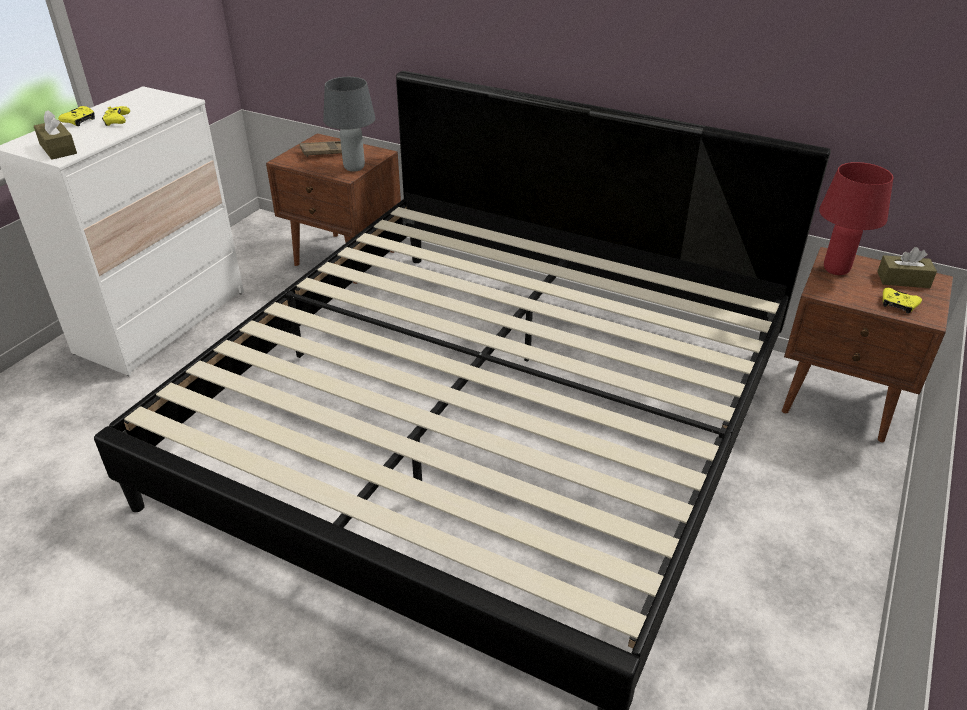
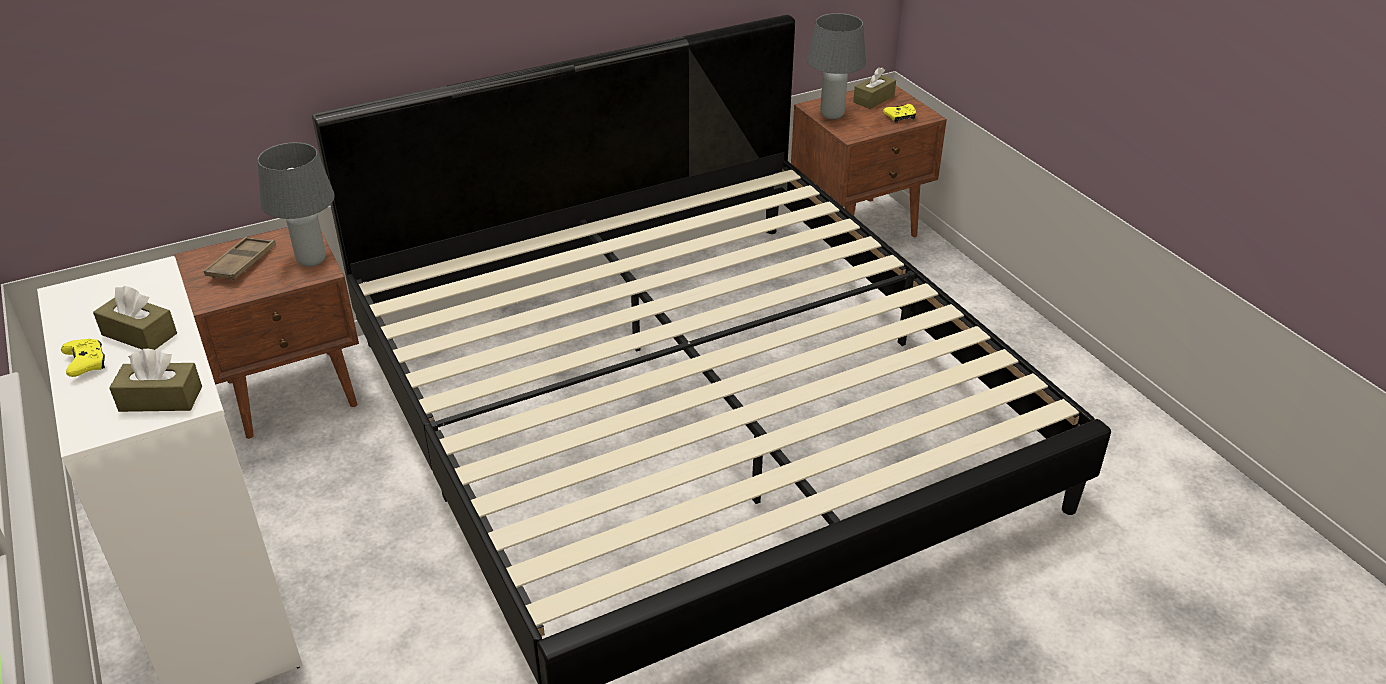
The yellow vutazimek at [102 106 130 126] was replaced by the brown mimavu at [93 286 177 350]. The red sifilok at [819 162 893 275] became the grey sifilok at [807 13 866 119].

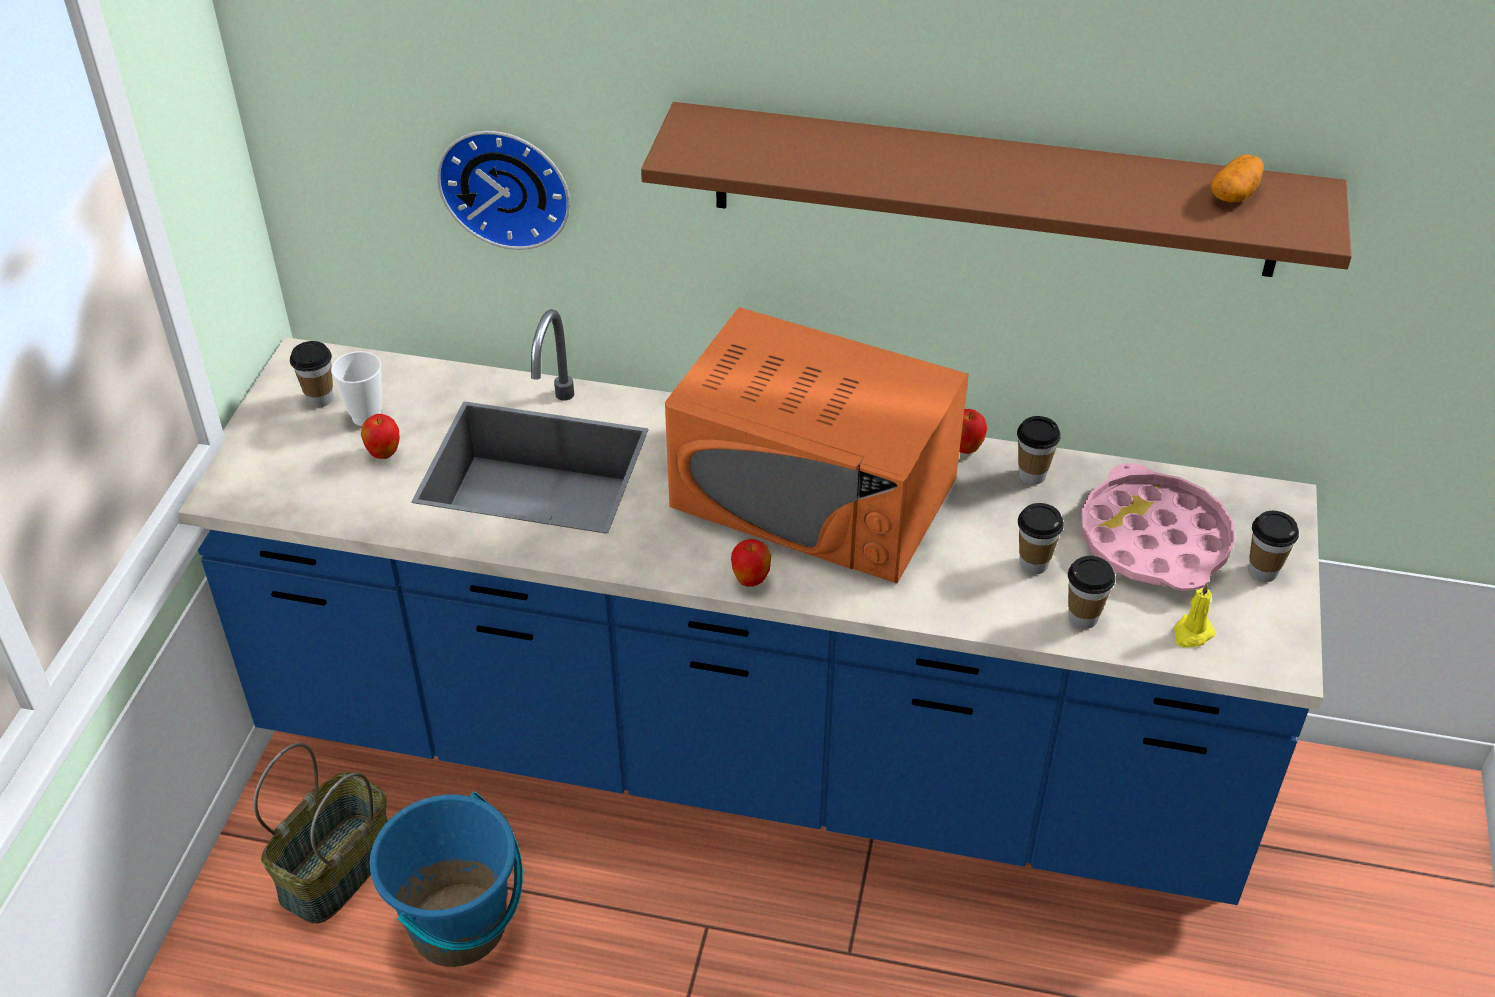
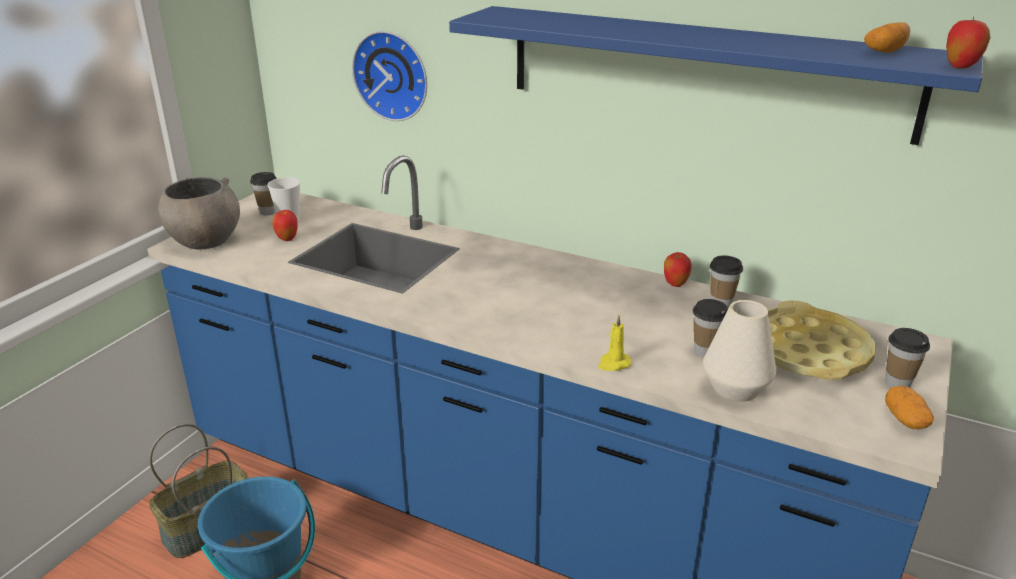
The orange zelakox at [665 307 969 583] disappeared. The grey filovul at [158 177 240 250] appeared. The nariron at [885 386 934 429] appeared. The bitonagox moved from [731 539 771 587] to [946 17 990 68]. The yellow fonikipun moved from [1174 582 1215 647] to [598 315 632 371]. The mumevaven at [1068 556 1115 629] was replaced by the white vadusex at [703 300 776 402]. The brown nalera at [641 102 1352 277] became the blue nalera at [449 6 984 145]. The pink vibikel at [1081 463 1235 591] became the yellow vibikel at [768 301 876 380].

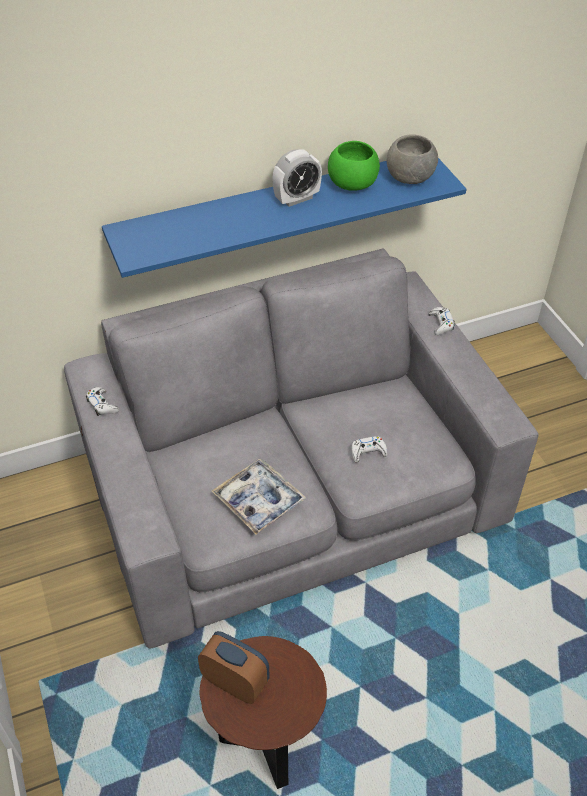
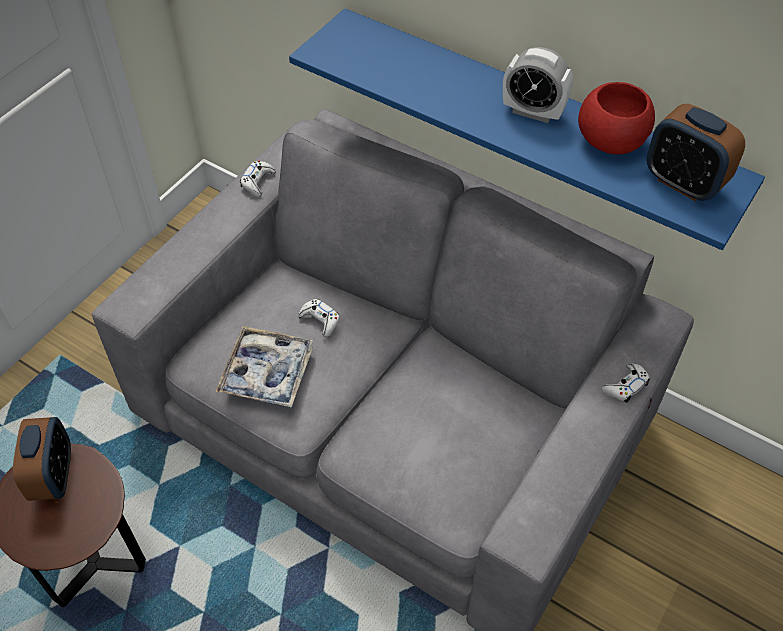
The white vutazimek moved from [352 436 387 463] to [298 299 339 337]. The grey filovul at [387 134 438 184] was replaced by the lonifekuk at [647 104 745 201]. The green filovul at [328 141 380 191] became the red filovul at [578 82 655 155].

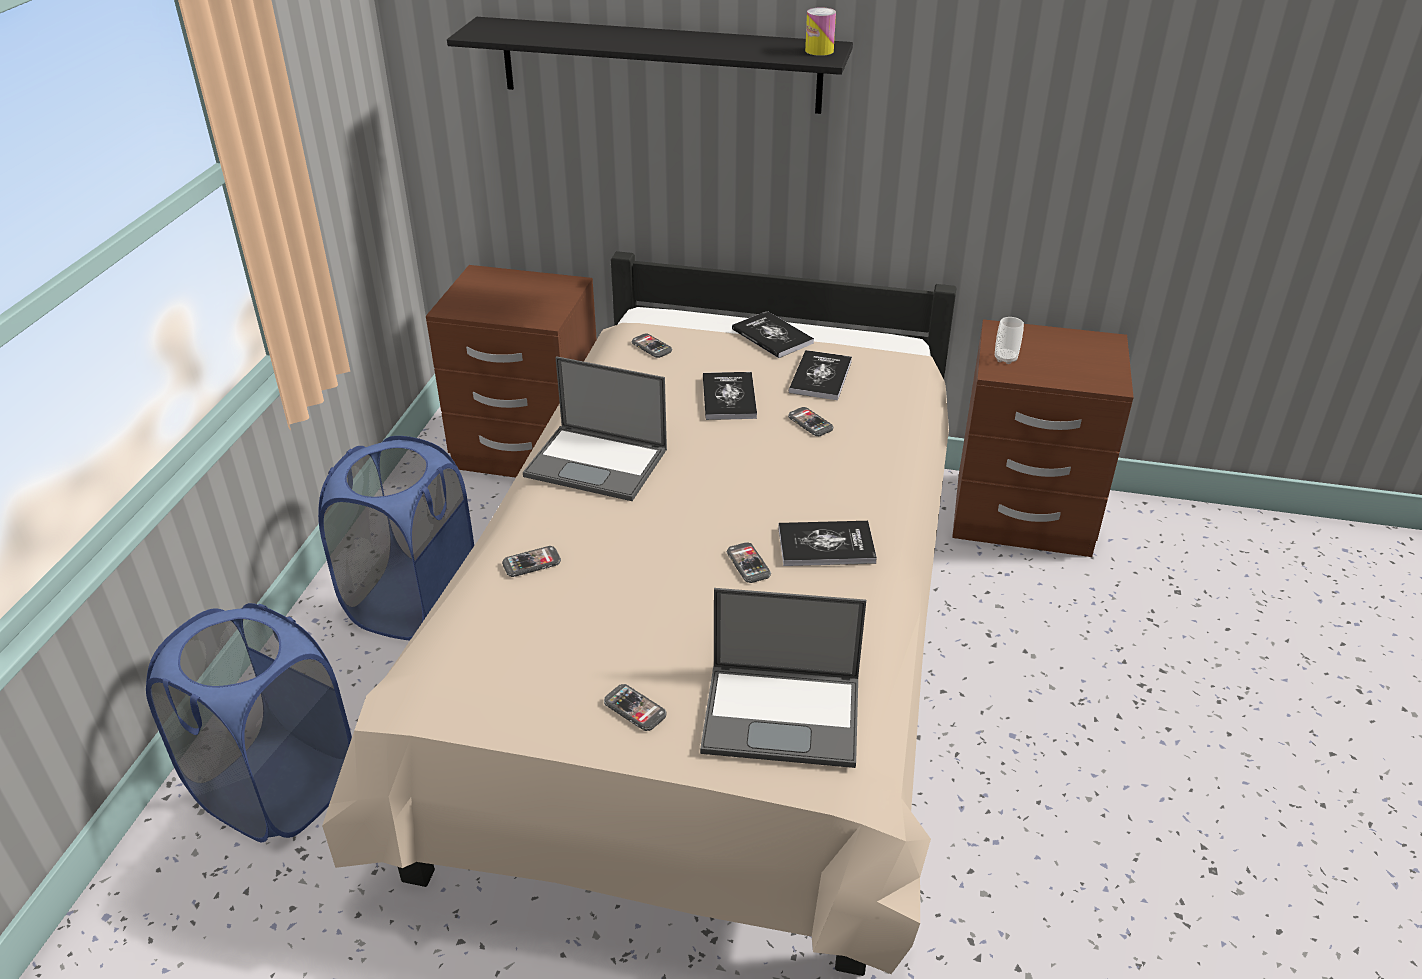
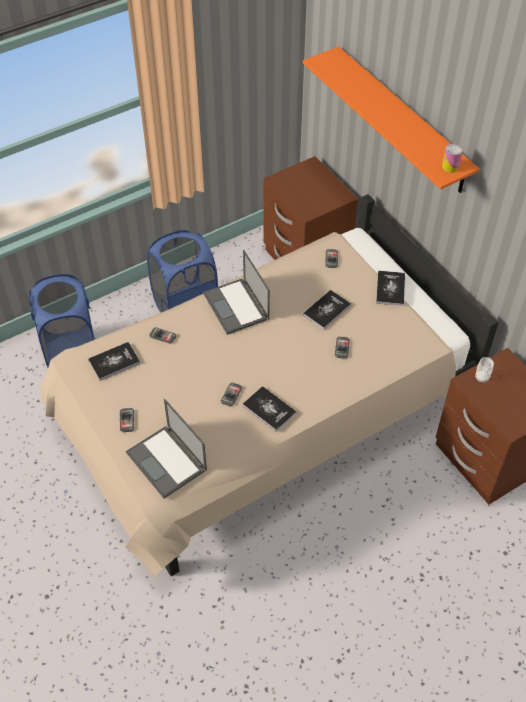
The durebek moved from [789 350 852 400] to [88 342 140 381]. The black nalera at [447 17 853 114] became the orange nalera at [303 46 480 193].

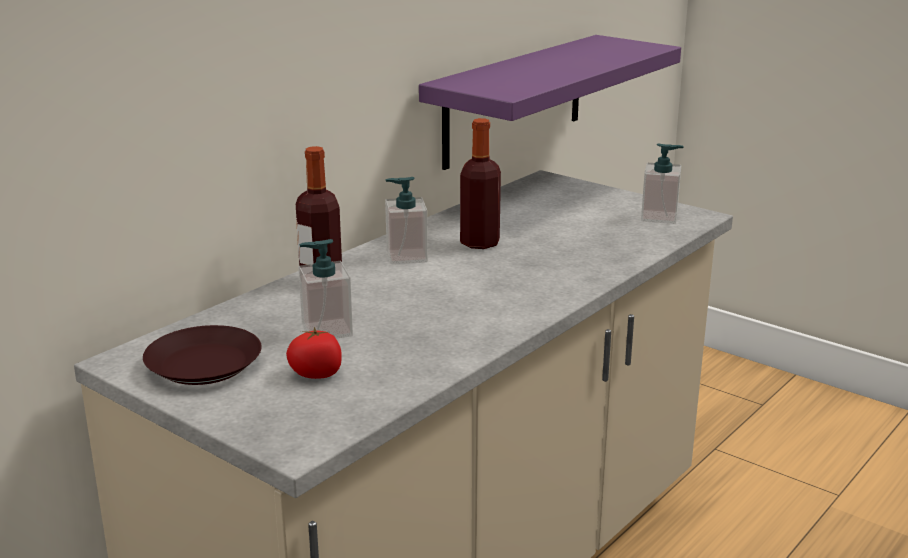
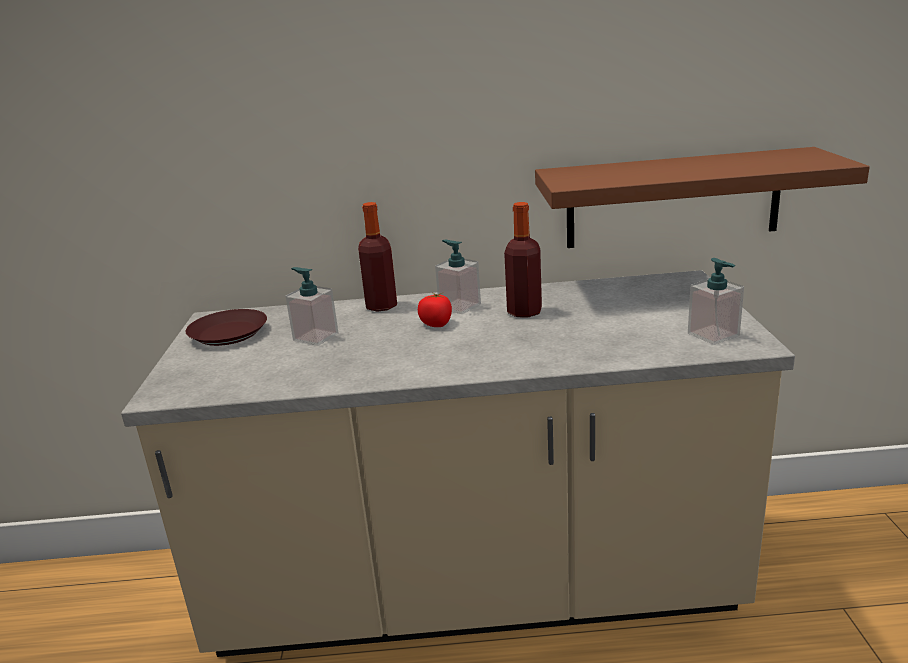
The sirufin moved from [286 327 342 379] to [418 293 452 327]. The purple nalera at [419 35 681 170] became the brown nalera at [535 147 870 248].

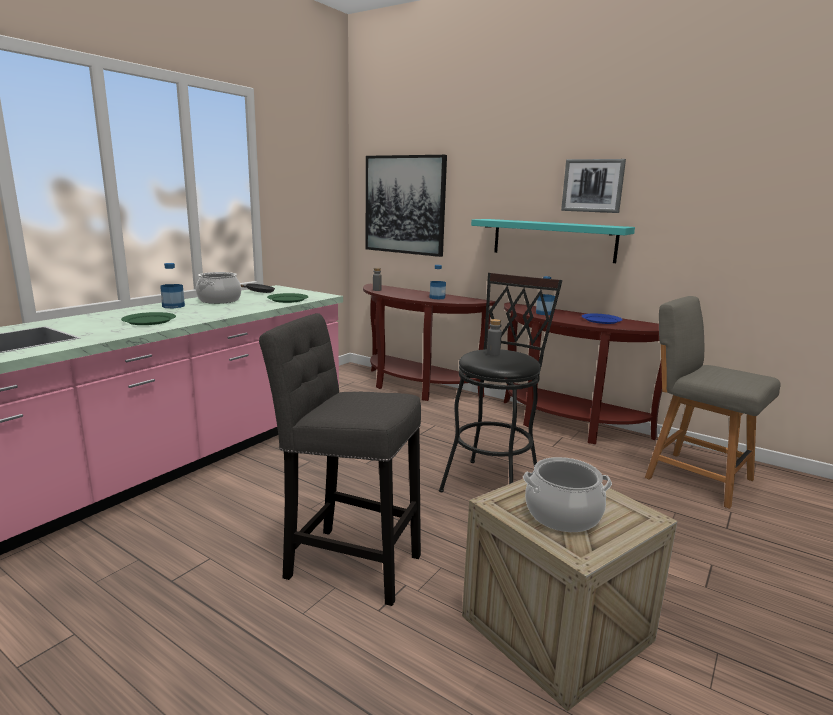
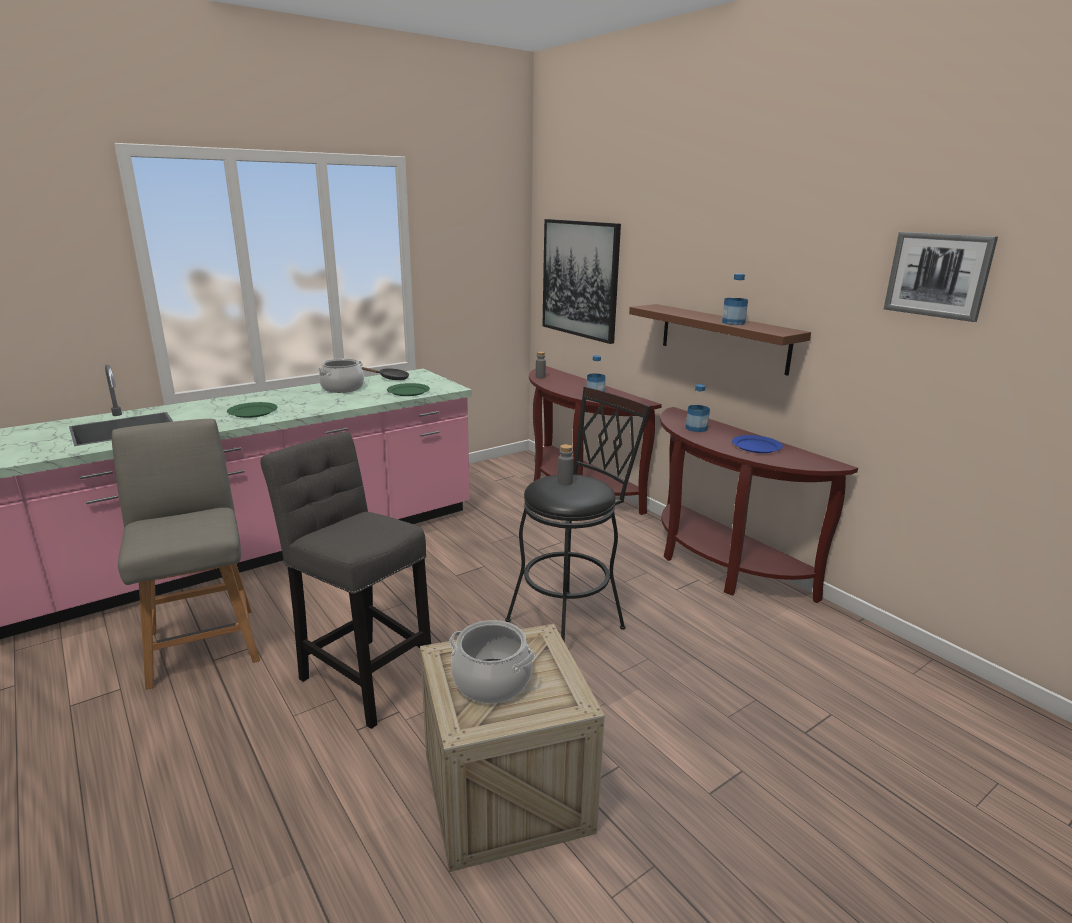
The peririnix moved from [160 263 185 308] to [722 274 748 325]. The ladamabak moved from [561 159 626 213] to [884 232 998 322]. The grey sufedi moved from [645 296 781 509] to [112 419 260 690]. The turquoise nalera at [471 219 635 263] became the brown nalera at [629 304 811 376].

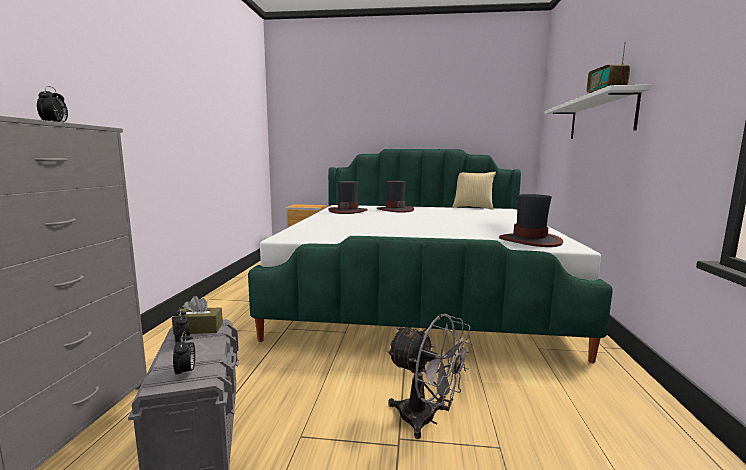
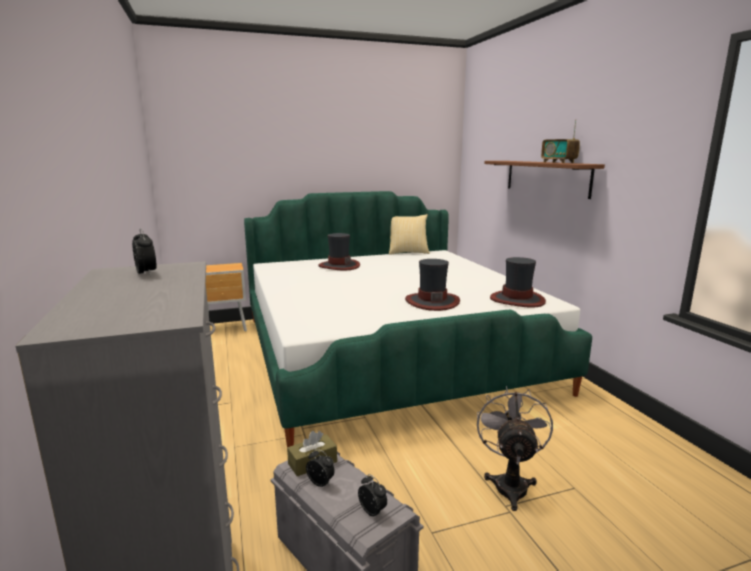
The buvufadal moved from [328 181 368 214] to [405 259 460 311]. The white nalera at [545 85 651 139] became the brown nalera at [484 161 605 199]. The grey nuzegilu at [386 314 472 439] turned 90 degrees counterclockwise.

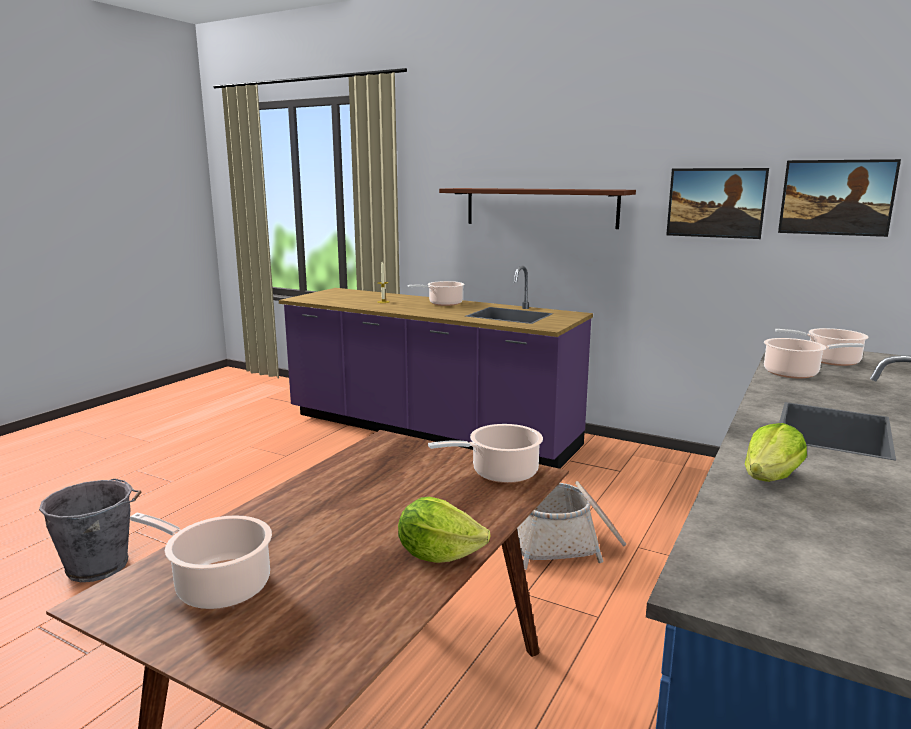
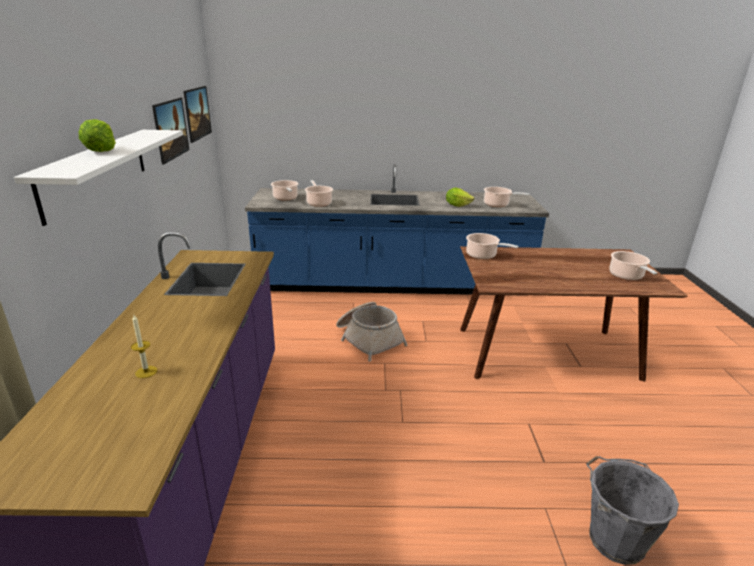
The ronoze moved from [398 497 491 563] to [79 119 116 152]. The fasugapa moved from [407 281 464 306] to [484 187 529 207]. The brown nalera at [439 188 636 229] became the white nalera at [14 130 183 226].

